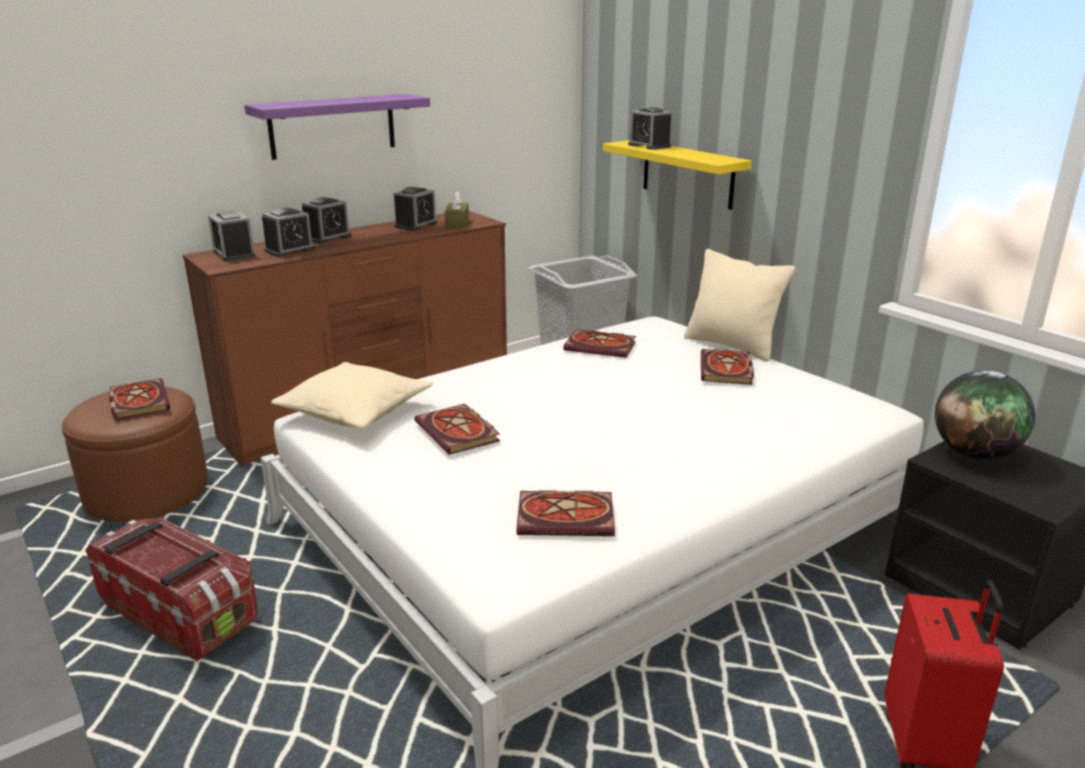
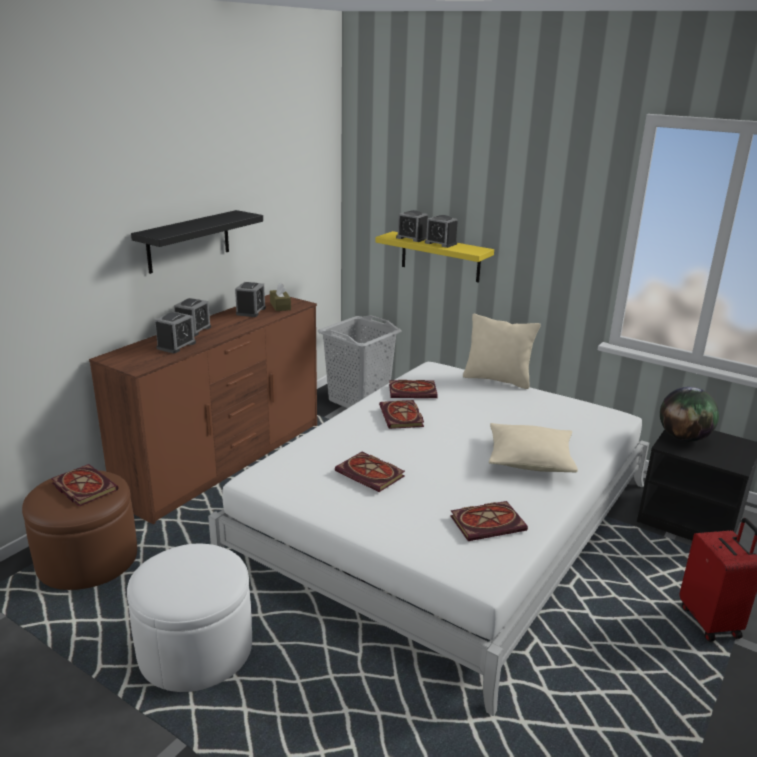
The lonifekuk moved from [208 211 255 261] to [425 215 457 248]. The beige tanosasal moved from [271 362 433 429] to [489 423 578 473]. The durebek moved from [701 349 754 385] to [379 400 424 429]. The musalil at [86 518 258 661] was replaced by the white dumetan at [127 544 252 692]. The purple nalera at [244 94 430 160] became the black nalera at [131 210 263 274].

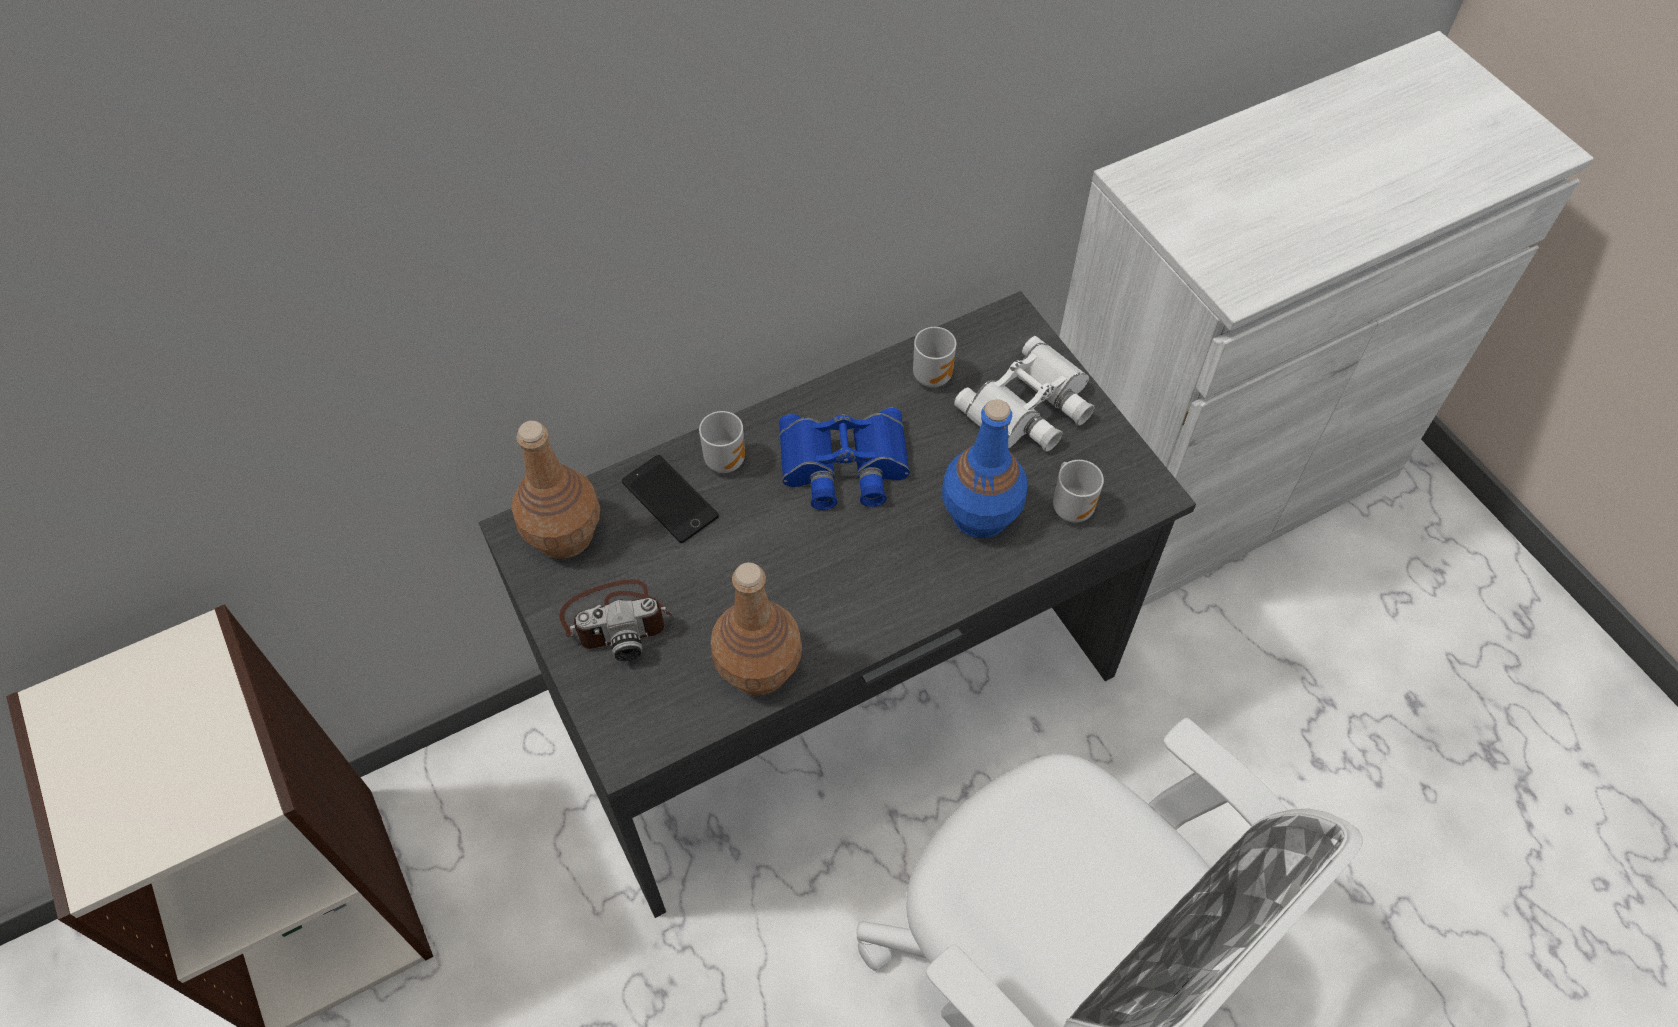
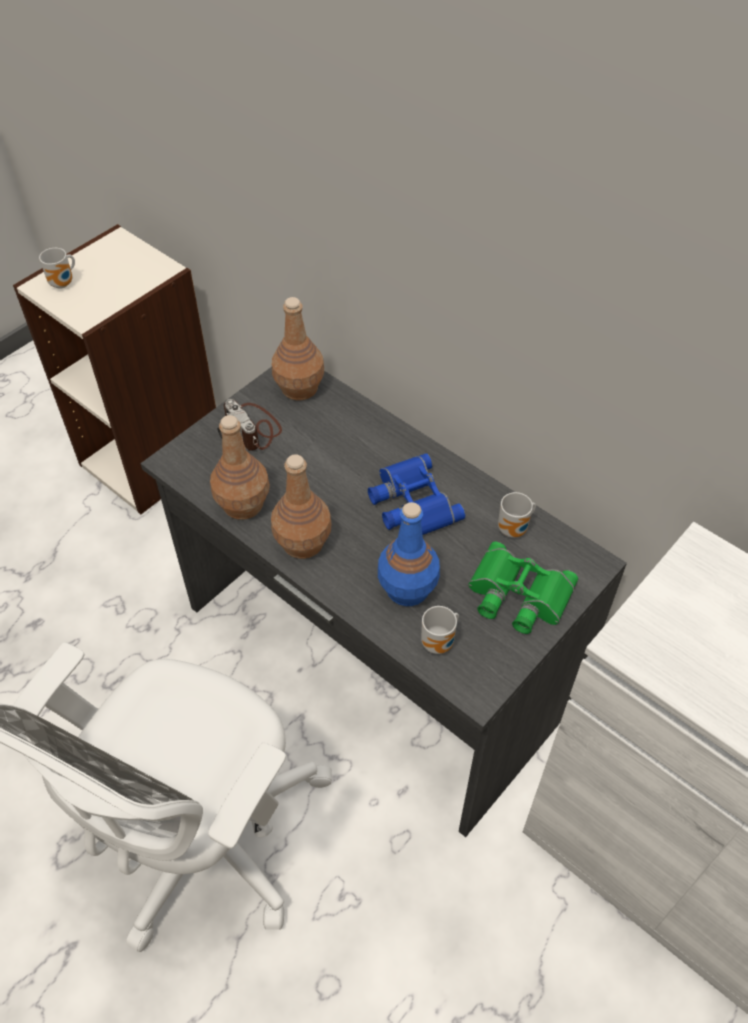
The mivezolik at [622 455 719 543] disappeared. The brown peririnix at [271 454 332 559] appeared. The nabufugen moved from [699 411 745 473] to [39 248 75 289]. The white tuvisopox at [954 336 1094 452] became the green tuvisopox at [469 542 578 634].

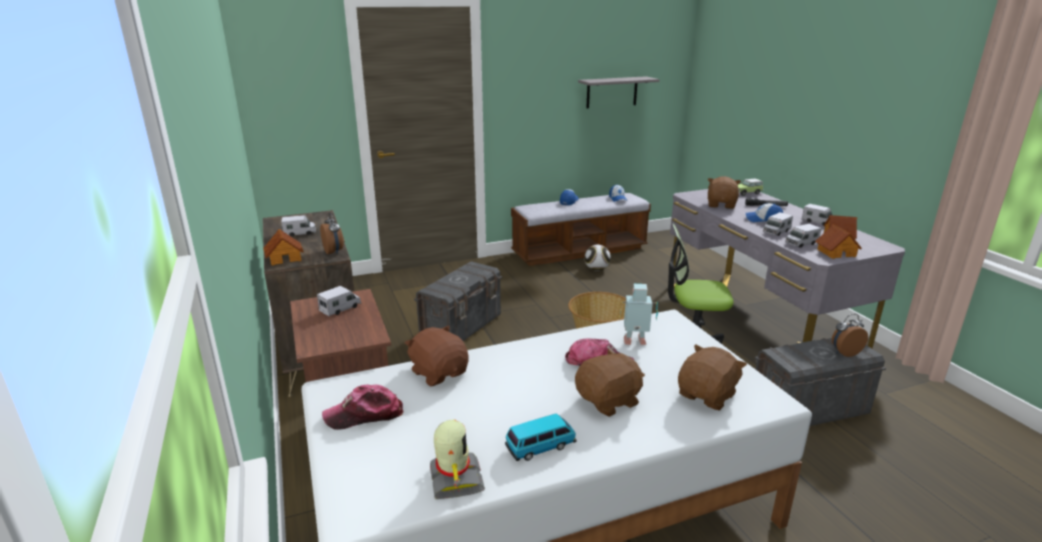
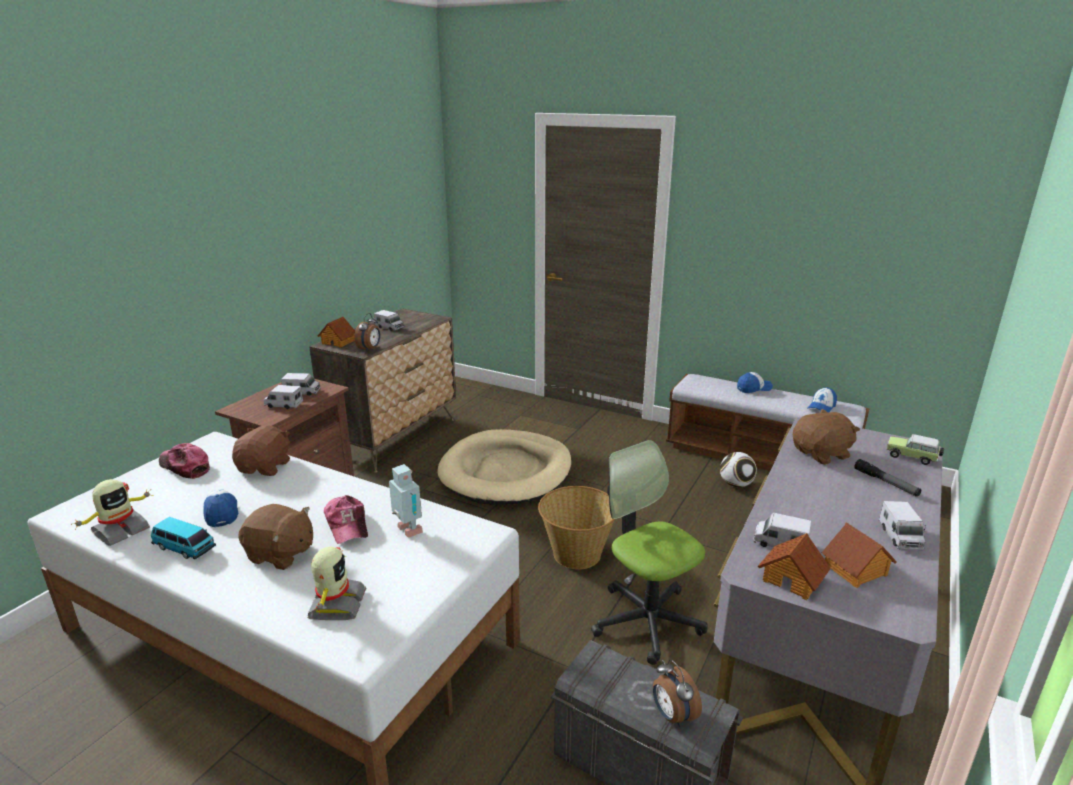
The grey nalera at [578 76 660 108] disappeared. The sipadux moved from [746 203 783 222] to [203 490 238 527]. The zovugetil moved from [763 212 793 236] to [264 385 303 409]. The grey musalil at [414 261 502 341] was replaced by the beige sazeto at [437 429 571 505]. The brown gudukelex at [678 344 747 411] was replaced by the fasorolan at [307 547 366 620]. The lonifekuk at [832 314 868 357] turned 150 degrees counterclockwise.

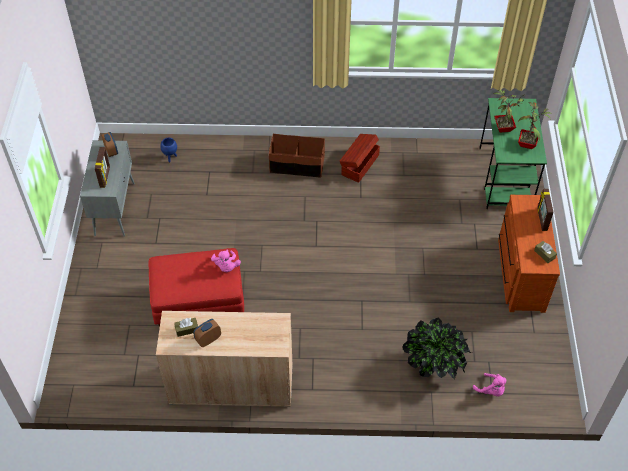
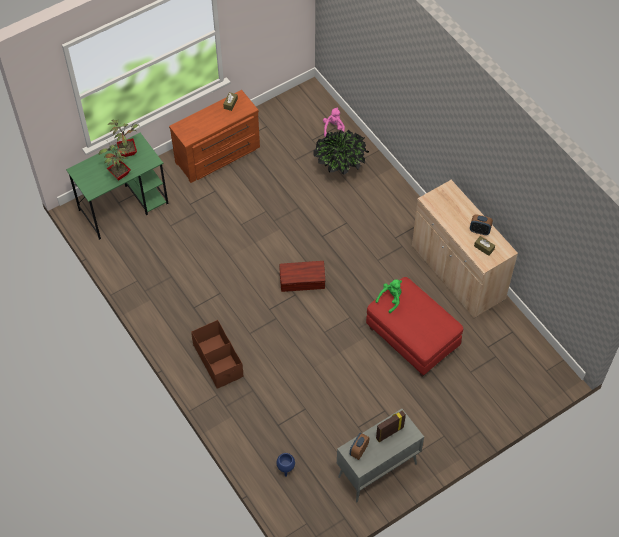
The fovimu at [537 189 553 231] disappeared. The brown musalil moved from [340 134 380 183] to [279 261 325 292]. The pink gudukelex at [211 249 241 272] became the green gudukelex at [376 279 402 313].

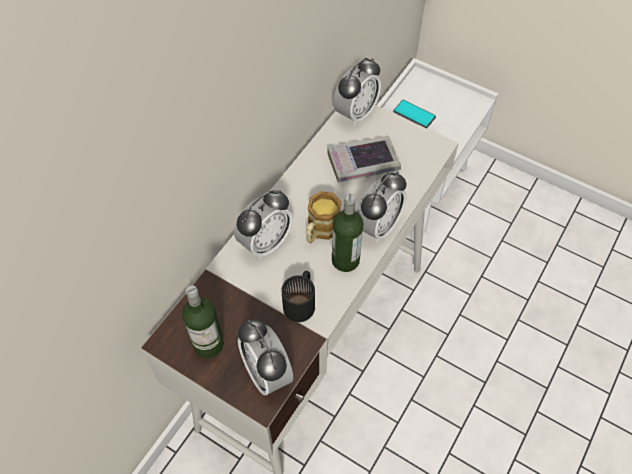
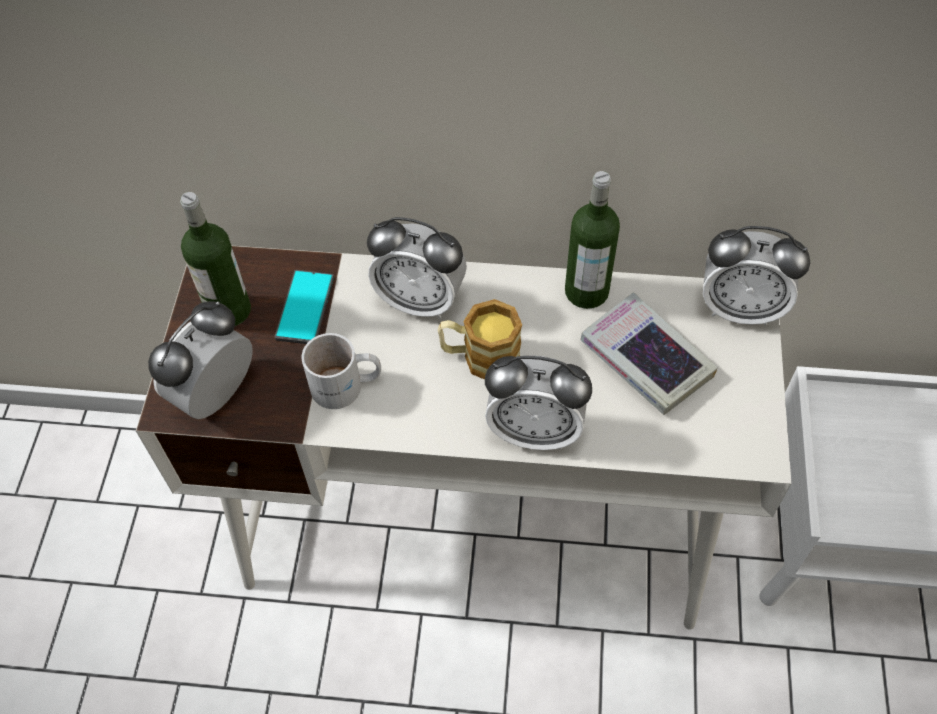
The peririnix moved from [332 194 364 272] to [565 171 620 309]. The mivezolik moved from [393 99 436 128] to [275 270 334 344]. The black nabufugen at [282 271 315 322] became the white nabufugen at [301 333 381 409].

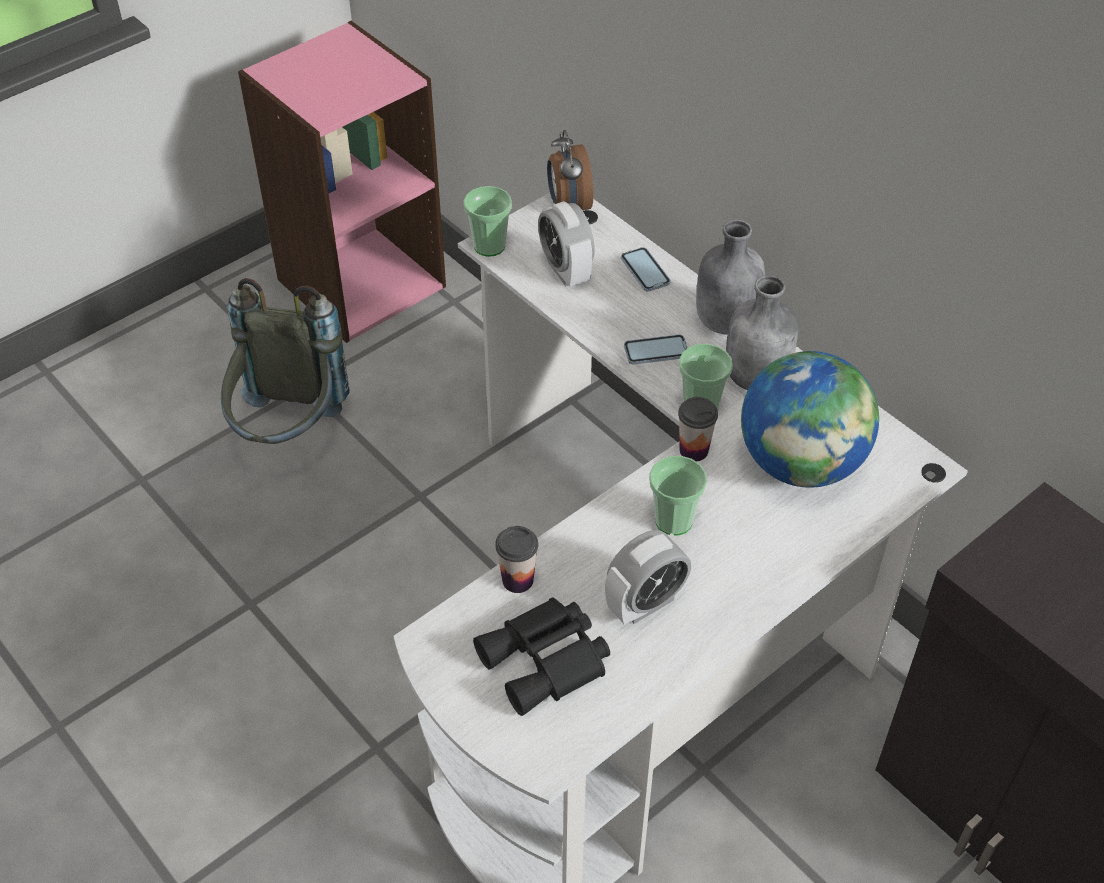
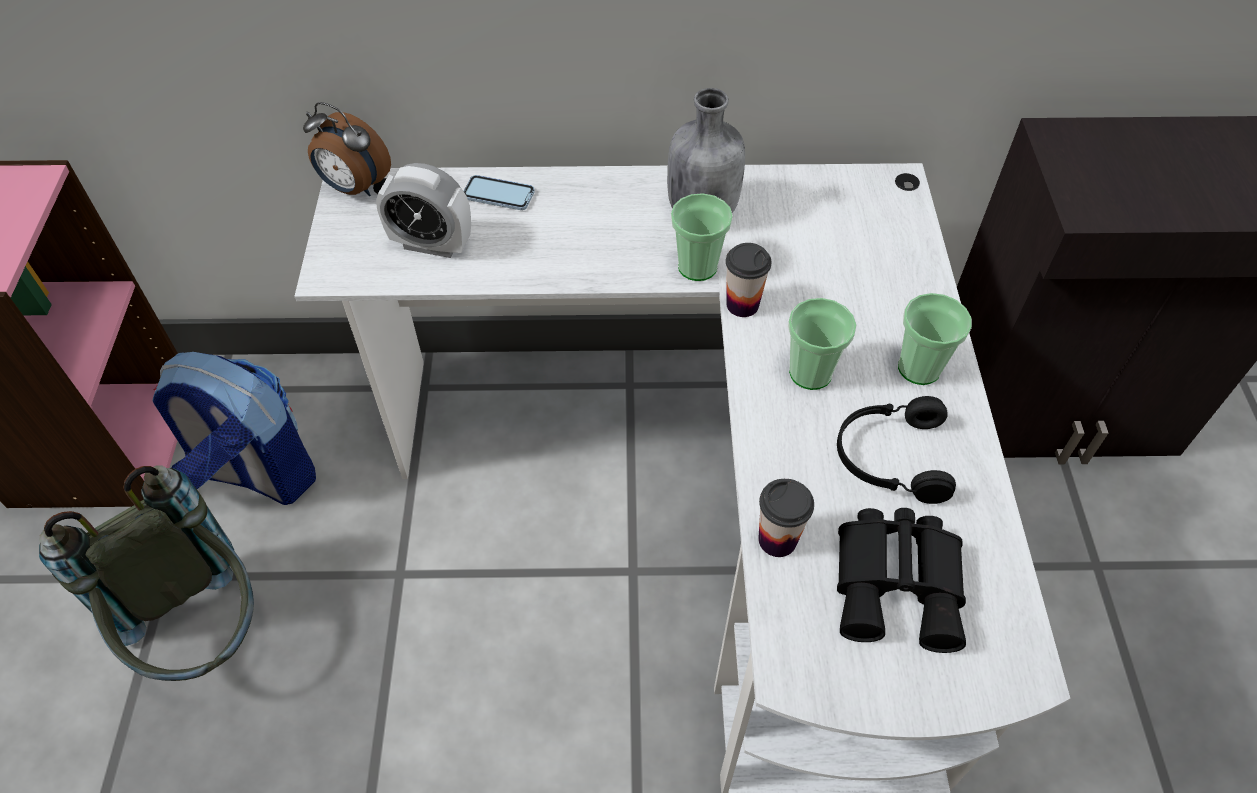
The mivezolik at [624 334 688 364] disappeared. The grey peririnix at [696 220 765 334] disappeared. The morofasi at [741 351 879 488] disappeared. The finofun at [152 352 316 505] appeared. The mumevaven moved from [464 186 512 257] to [898 293 972 385]. The lonifekuk at [605 530 692 625] was replaced by the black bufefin at [837 396 956 504].

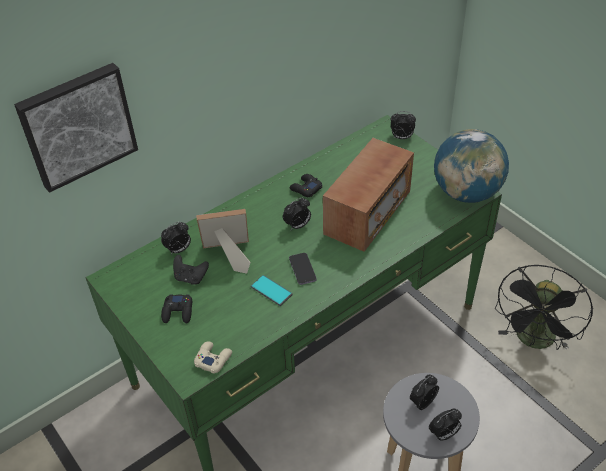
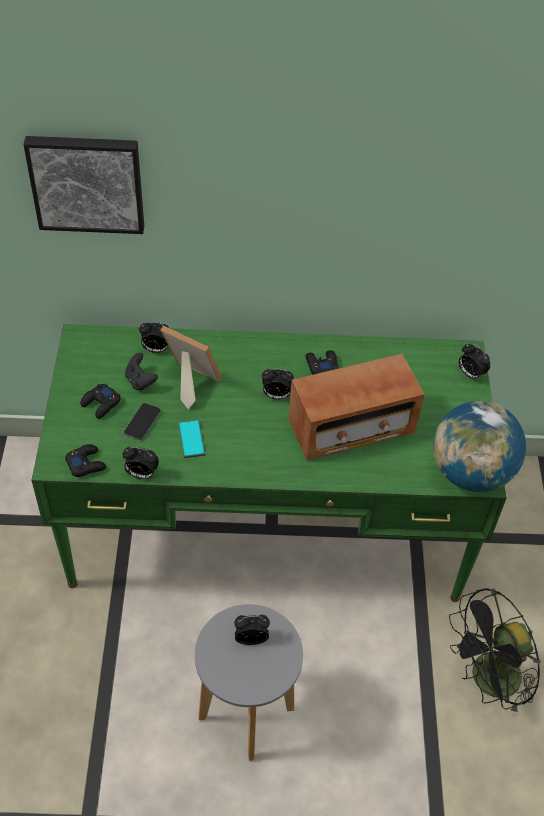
The mivezolik moved from [289 253 317 285] to [124 403 161 440]. The lonifekuk moved from [429 408 462 441] to [122 447 159 479]. The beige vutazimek at [194 341 232 374] became the black vutazimek at [65 444 106 477].

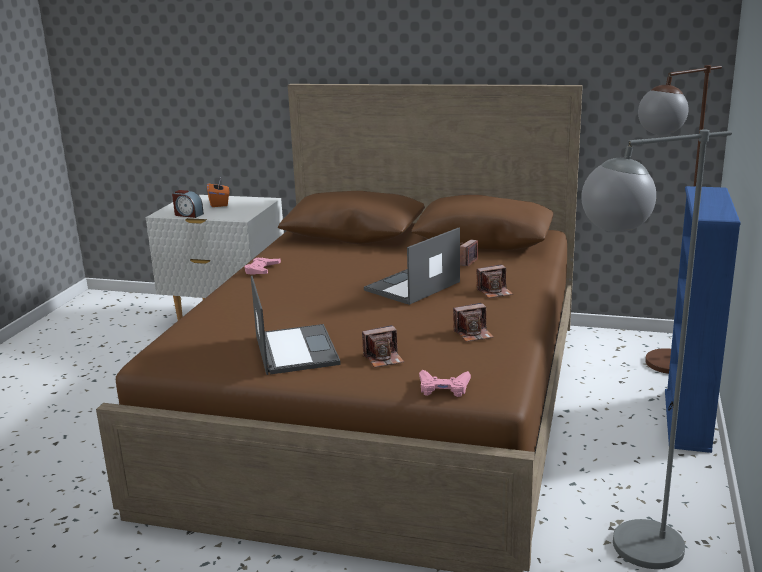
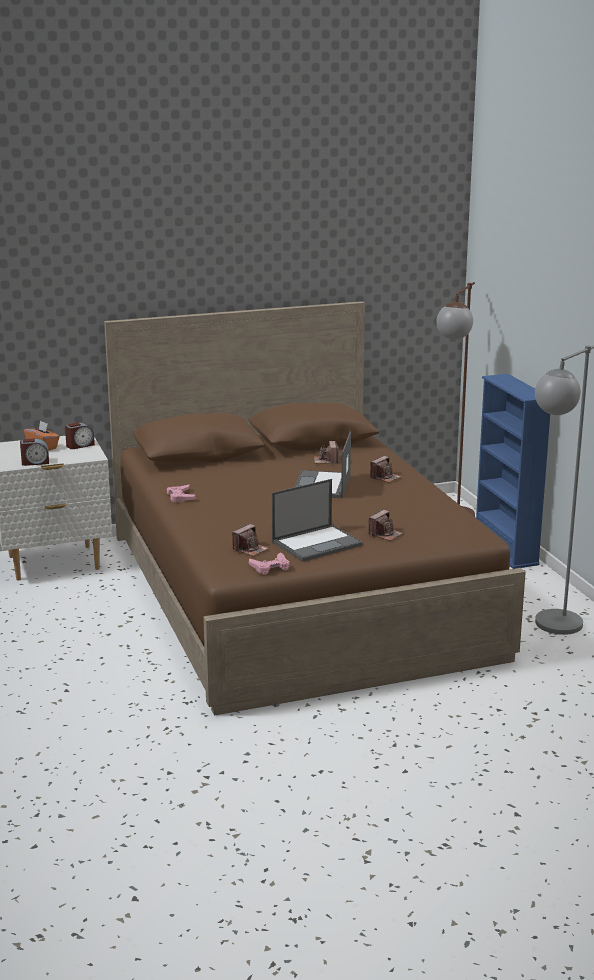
The lonifekuk at [65 422 95 449] appeared. The pink vutazimek moved from [419 369 471 397] to [249 552 289 575]. The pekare moved from [453 303 494 342] to [232 524 269 556]. The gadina at [251 276 341 375] turned 105 degrees clockwise.

